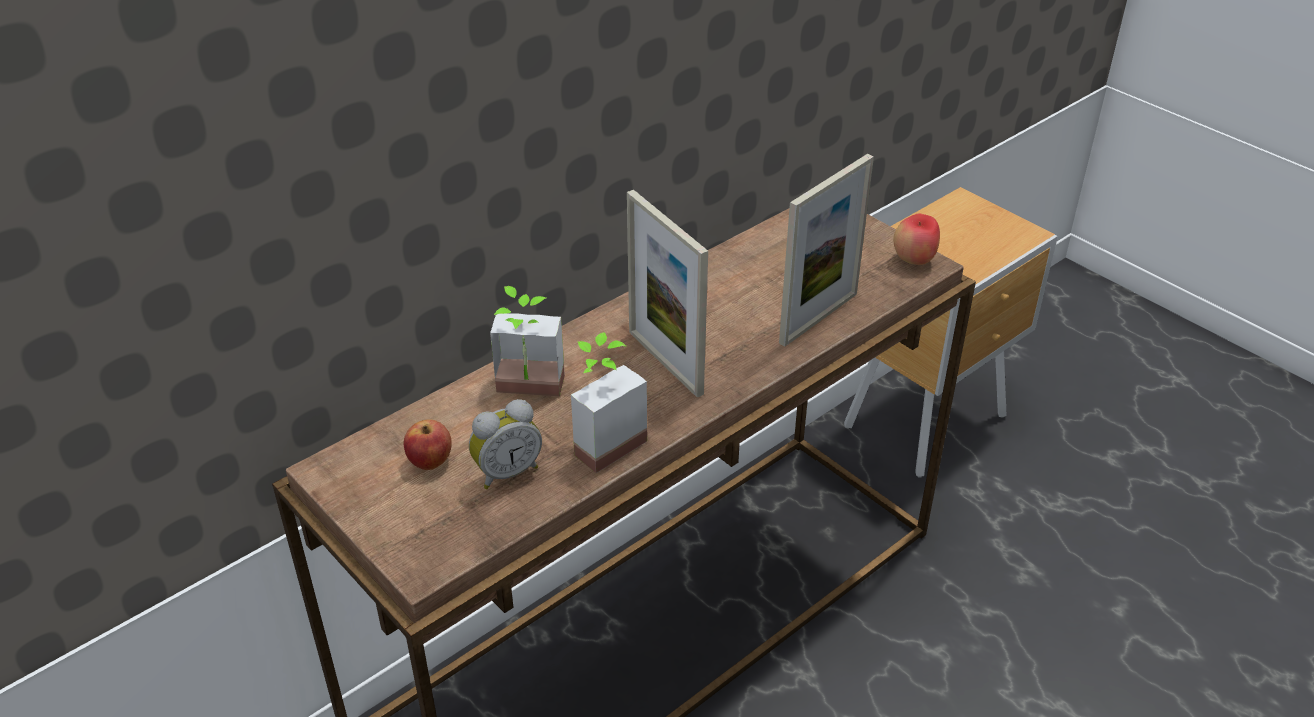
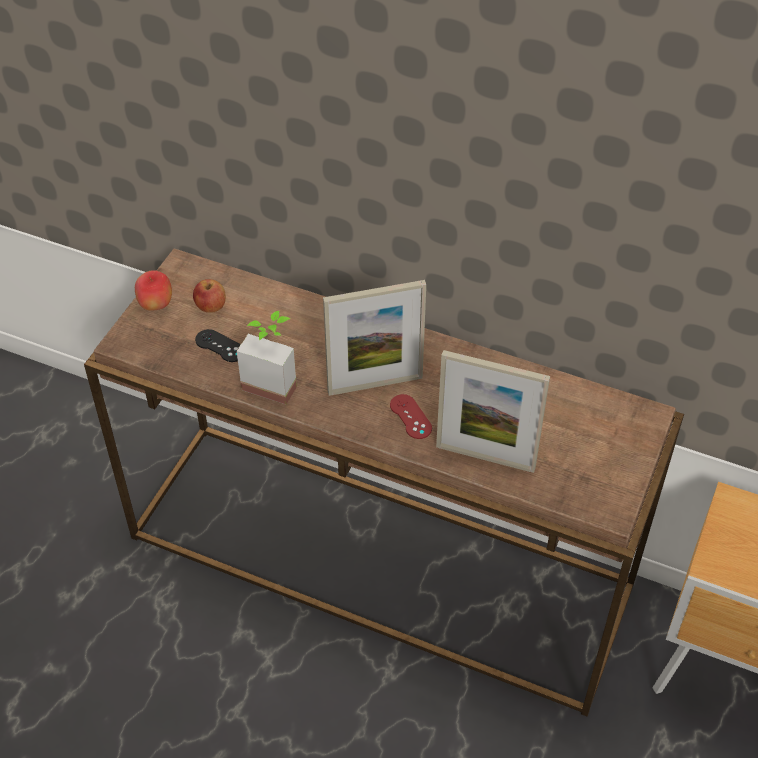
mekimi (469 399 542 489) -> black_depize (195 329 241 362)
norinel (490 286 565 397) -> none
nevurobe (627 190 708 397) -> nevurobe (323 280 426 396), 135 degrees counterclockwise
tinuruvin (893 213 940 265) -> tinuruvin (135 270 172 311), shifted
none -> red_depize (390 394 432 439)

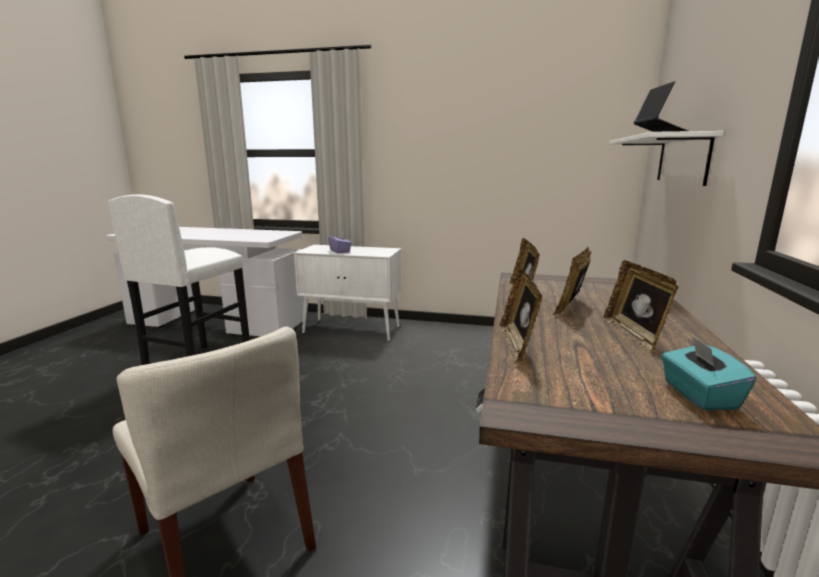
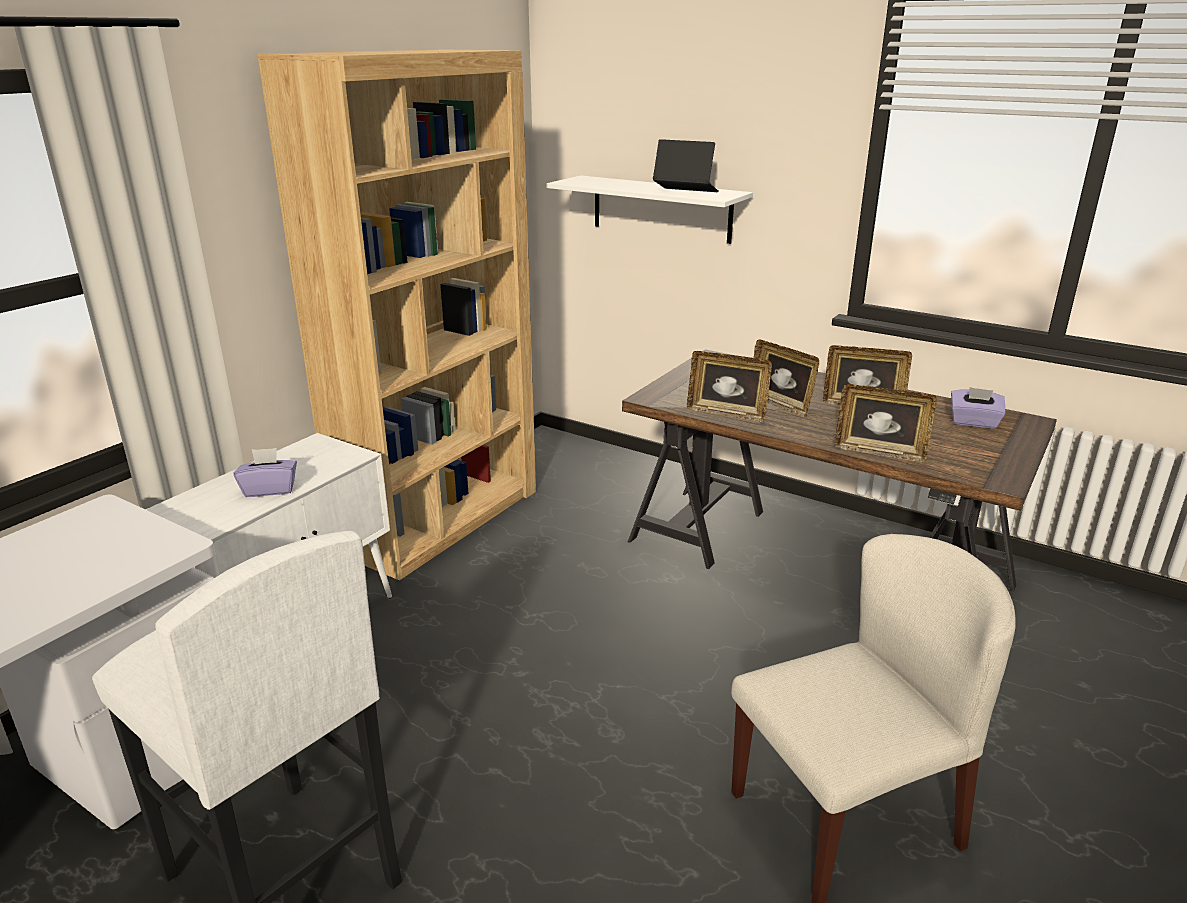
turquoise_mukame (661 336 756 410) -> purple_mukame (951 387 1006 429)
none -> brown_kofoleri (257 49 536 580)

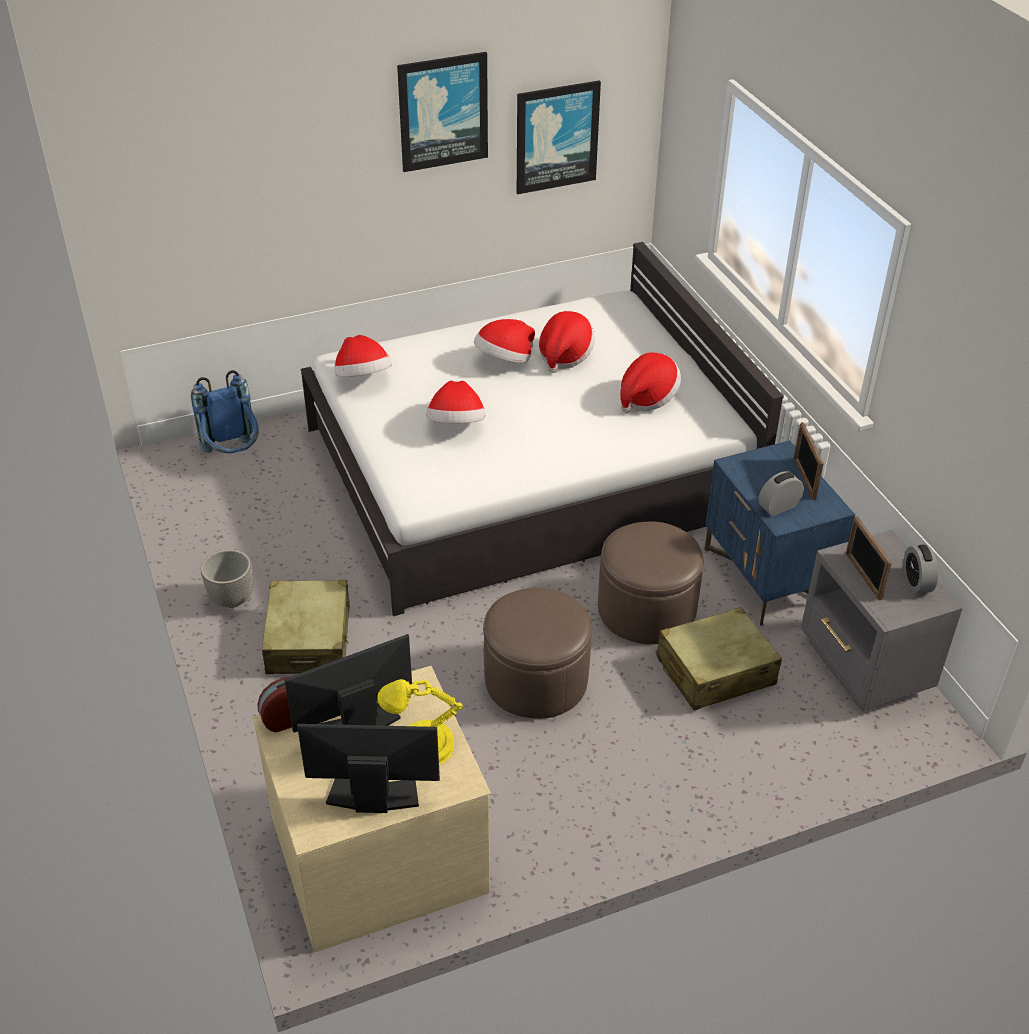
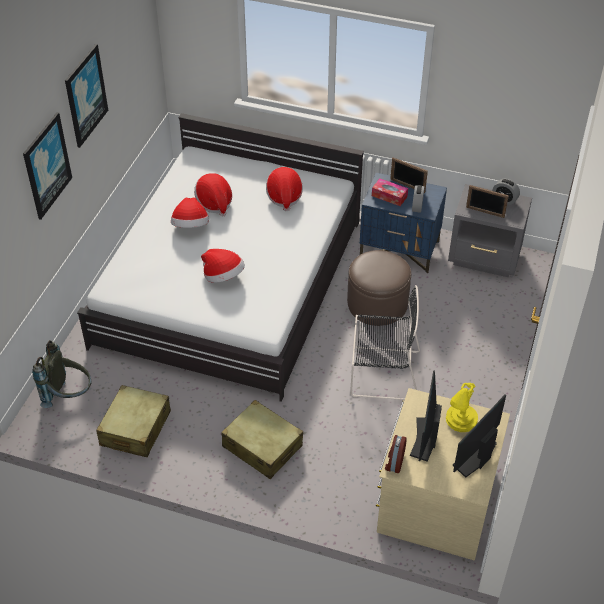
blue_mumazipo (191 370 259 453) -> grey_mumazipo (32 340 92 408)
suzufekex (201 549 253 608) -> none
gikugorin (335 335 391 377) -> none
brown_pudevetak (483 588 592 719) -> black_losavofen (350 285 420 400)
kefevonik (517 80 601 194) -> kefevonik (23 112 72 220), shifted
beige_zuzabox (656 607 782 710) -> beige_zuzabox (96 385 171 457), shifted
none -> mukame (372 178 408 206)

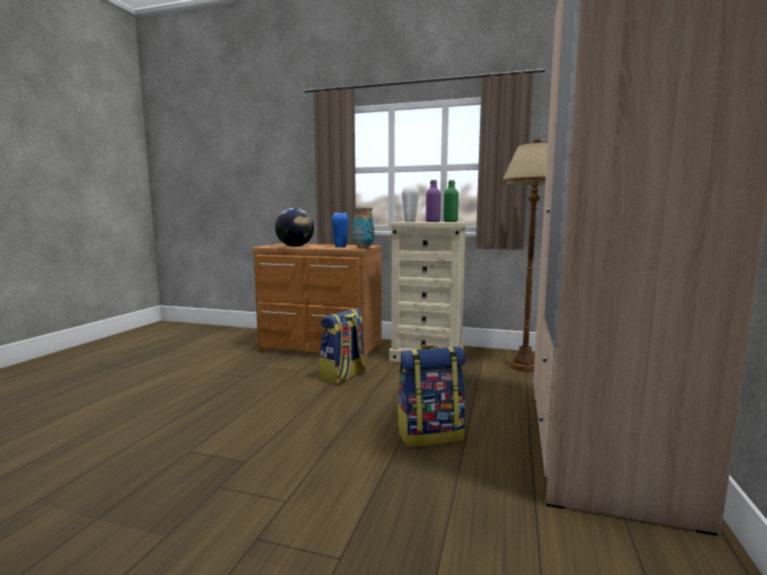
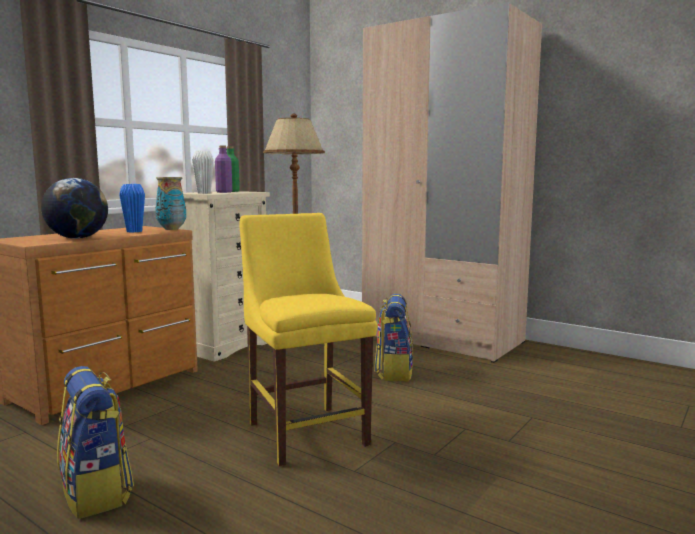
mumazipo (319 309 366 384) -> mumazipo (57 366 134 519), shifted
none -> yellow_losavofen (239 213 377 466)

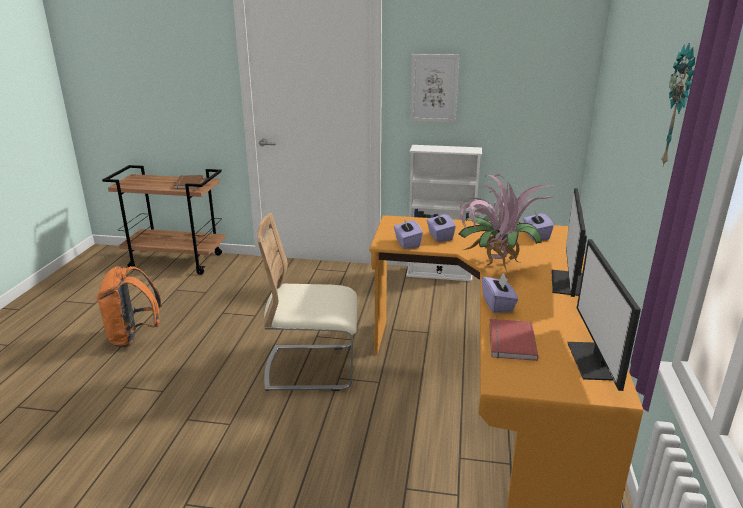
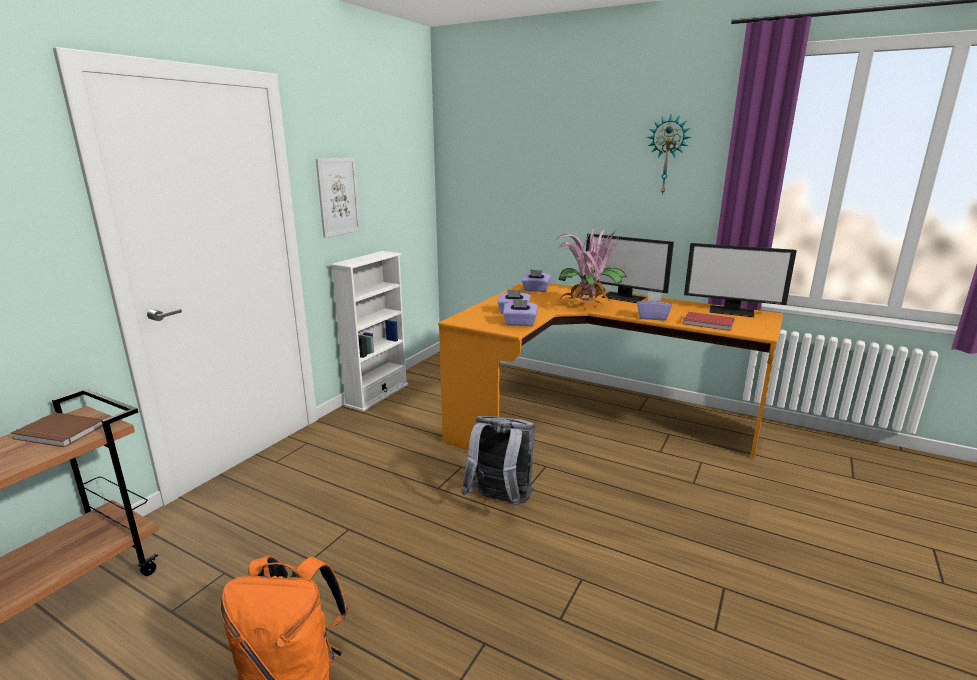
beige_losavofen (258 213 357 391) -> grey_mumazipo (462 416 535 507)

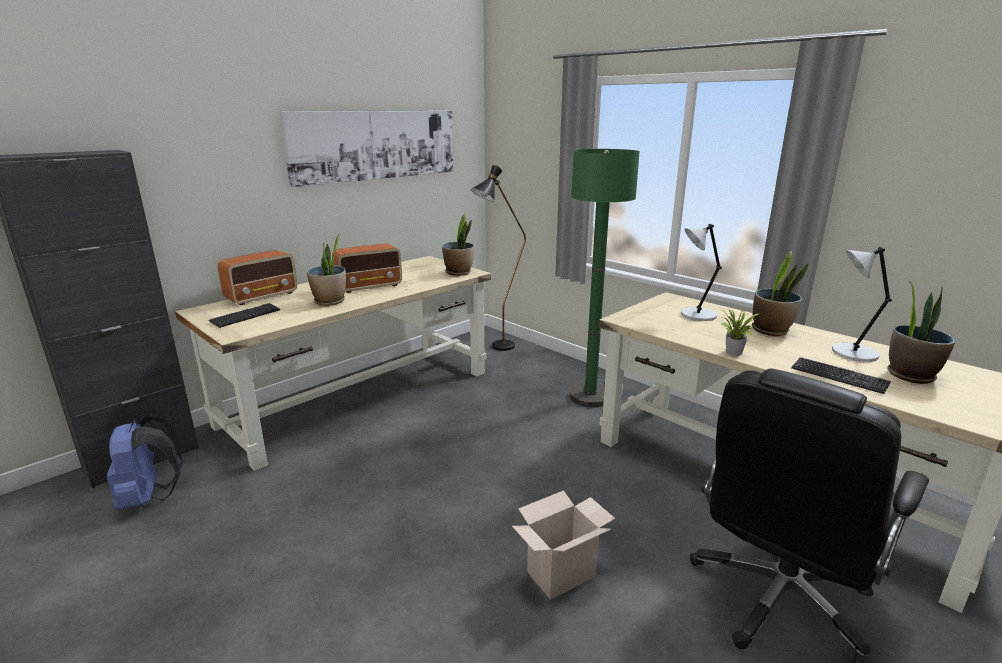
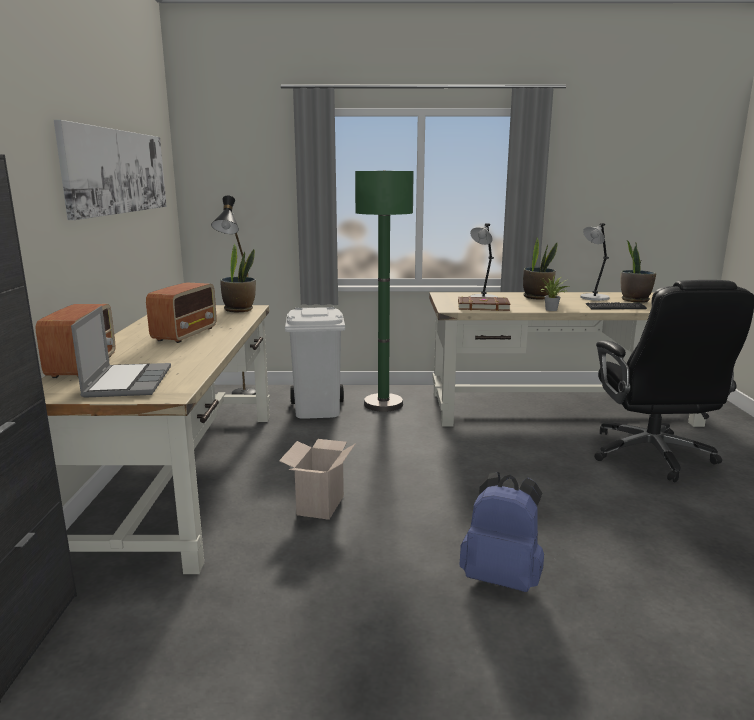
blue_mumazipo (107 414 183 510) -> blue_mumazipo (459 472 544 592), shifted
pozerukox (209 303 280 328) -> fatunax (71 306 171 398)
norinel (307 234 346 306) -> none
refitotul (512 490 615 600) -> refitotul (279 439 355 520), shifted
none -> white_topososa (285 307 345 419)
none -> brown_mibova (458 297 510 311)

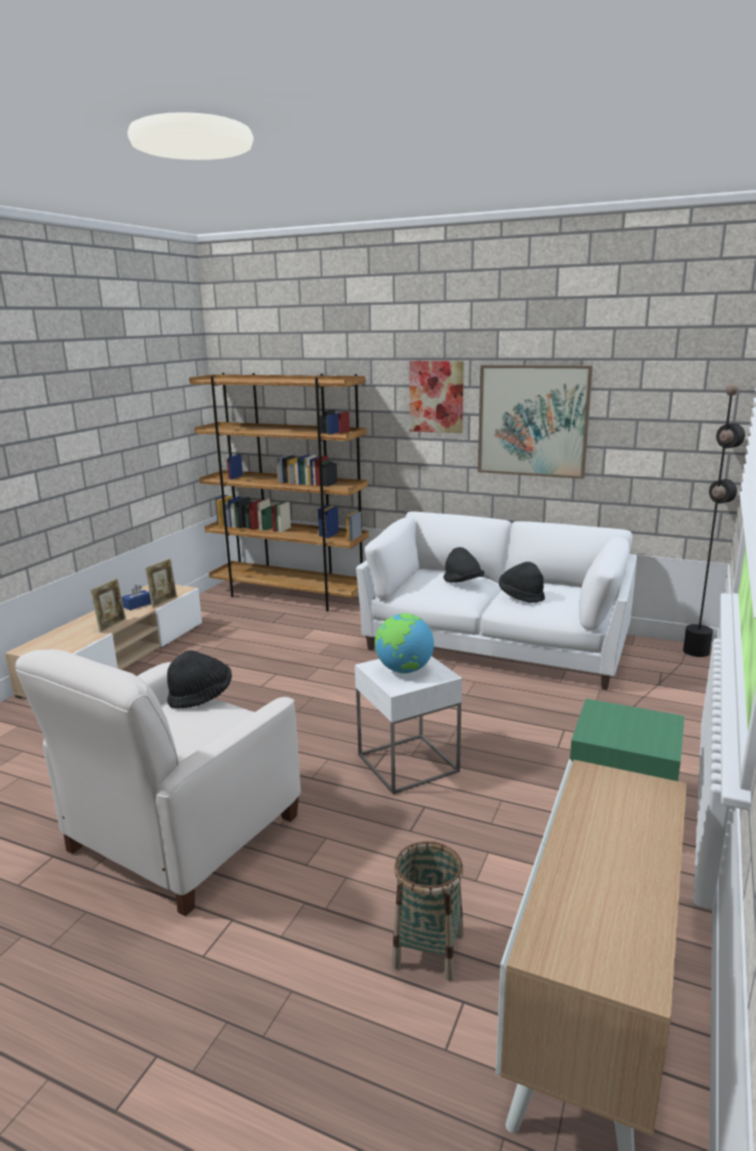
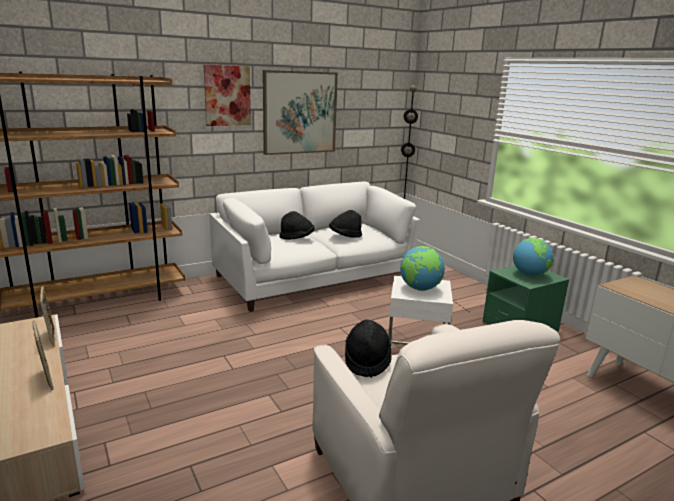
blue_mukame (121 585 151 610) -> none
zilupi (392 841 464 981) -> none
none -> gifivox (513 238 554 276)

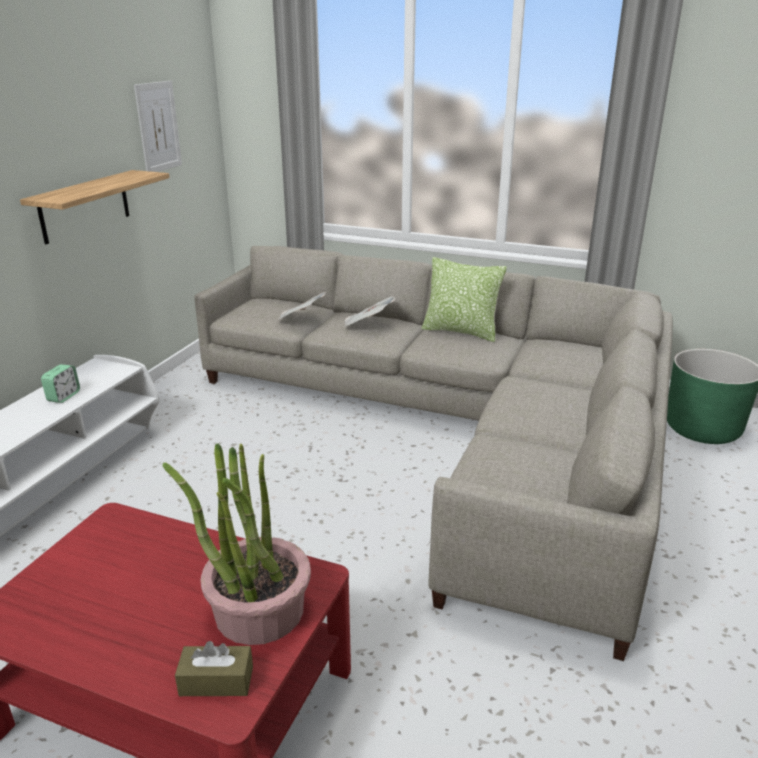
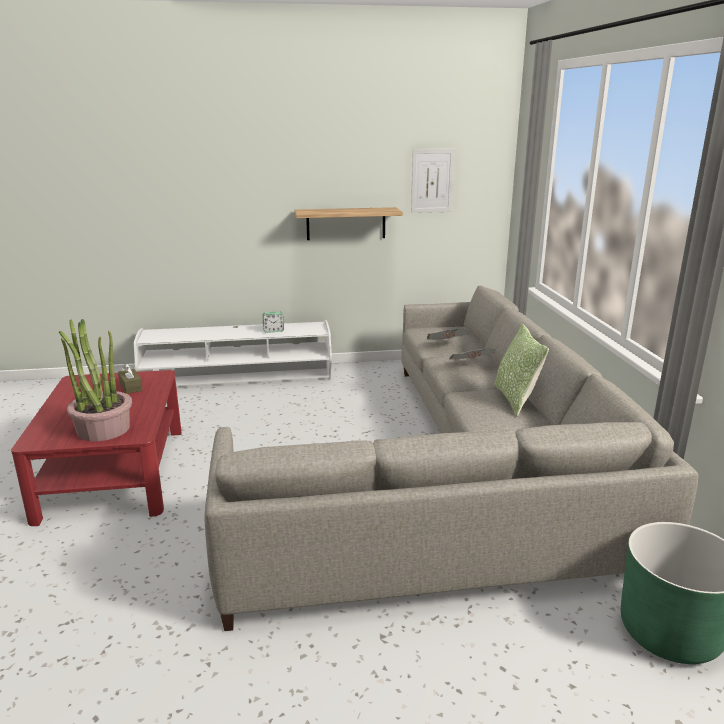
brown_mukame (175 641 253 696) -> brown_mukame (118 363 143 394), shifted

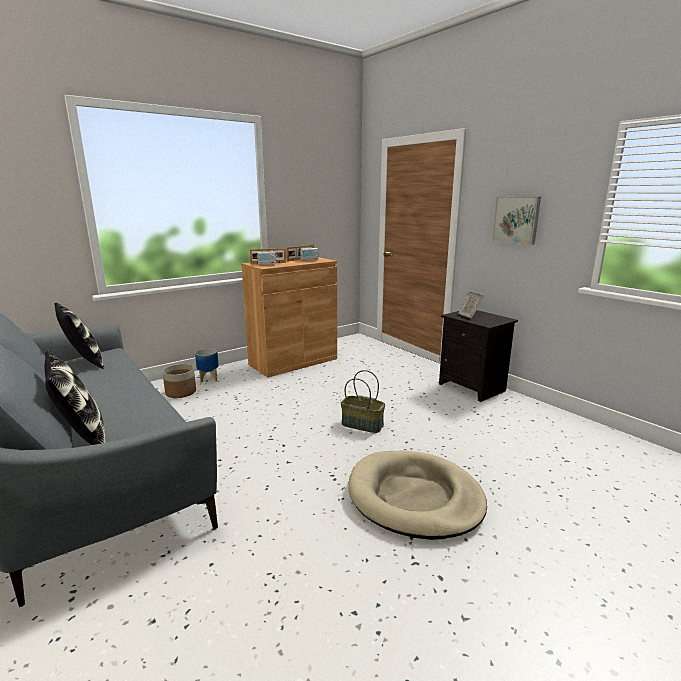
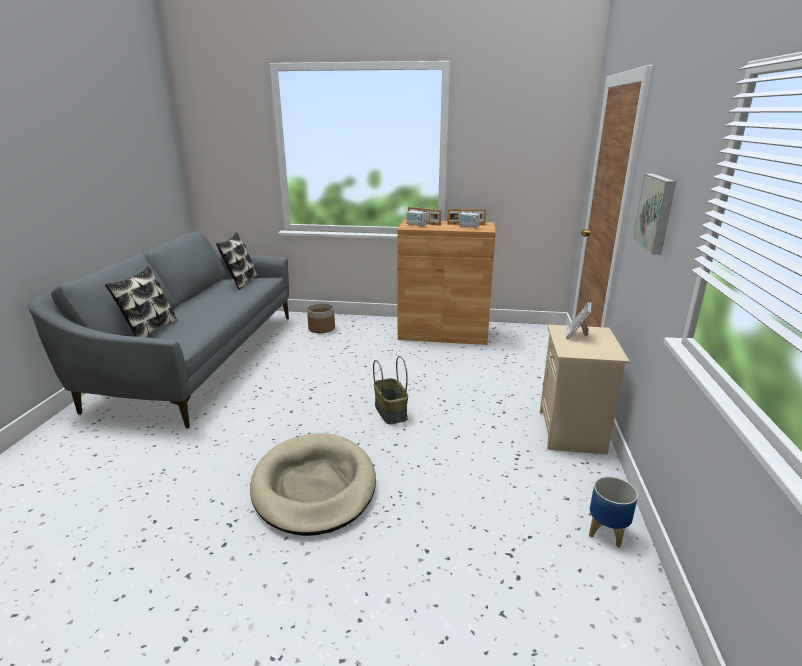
suzufekex (195 348 219 383) -> suzufekex (589 476 638 548), shifted
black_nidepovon (439 310 518 402) -> beige_nidepovon (540 325 630 455)

